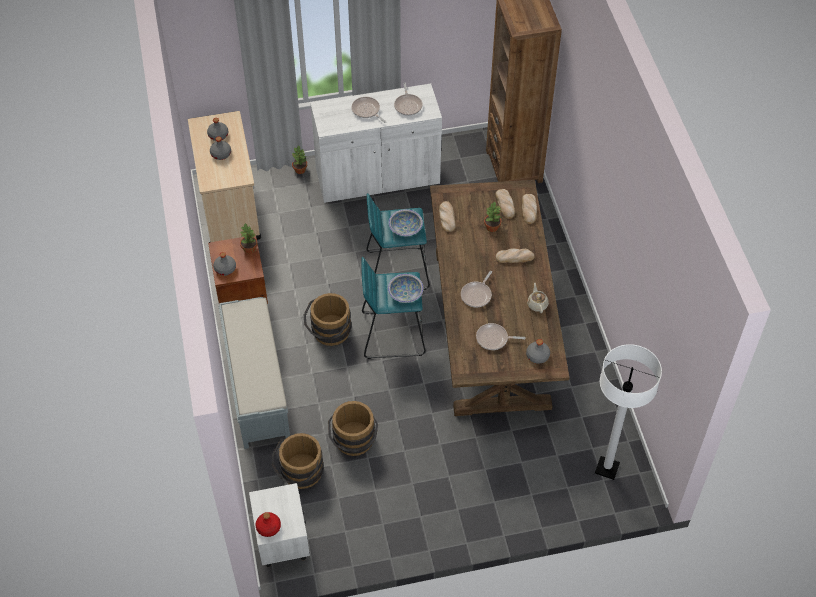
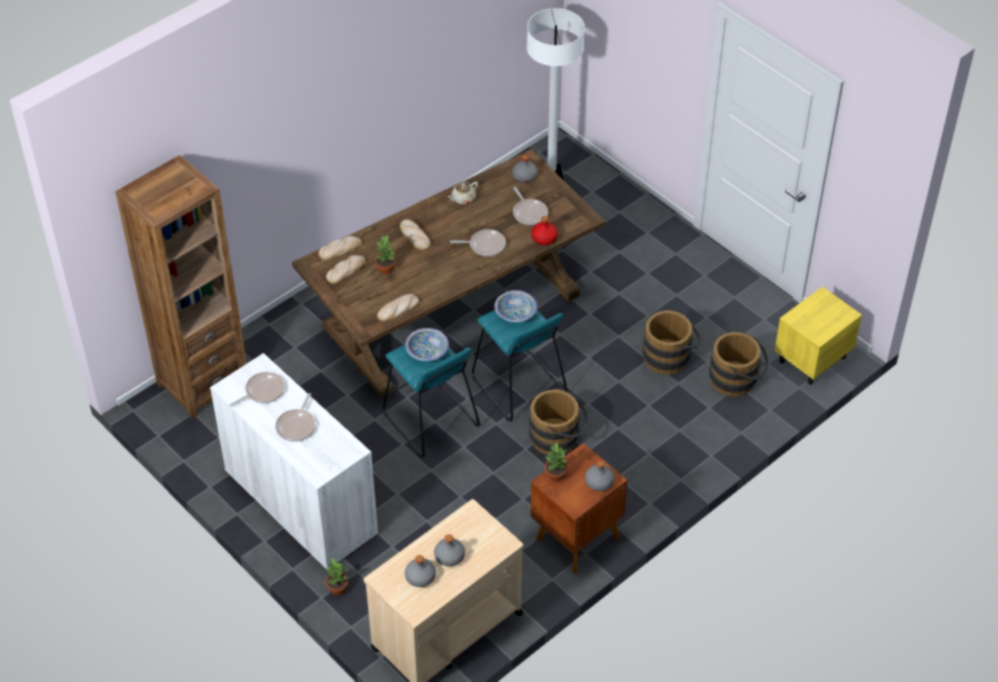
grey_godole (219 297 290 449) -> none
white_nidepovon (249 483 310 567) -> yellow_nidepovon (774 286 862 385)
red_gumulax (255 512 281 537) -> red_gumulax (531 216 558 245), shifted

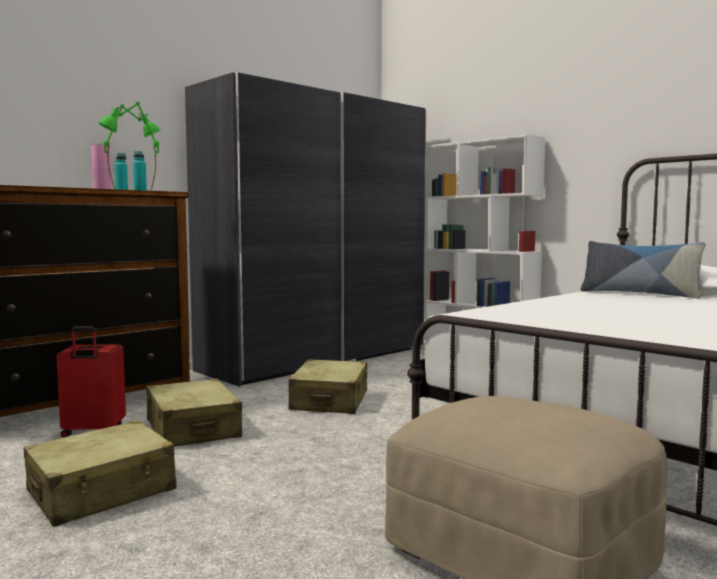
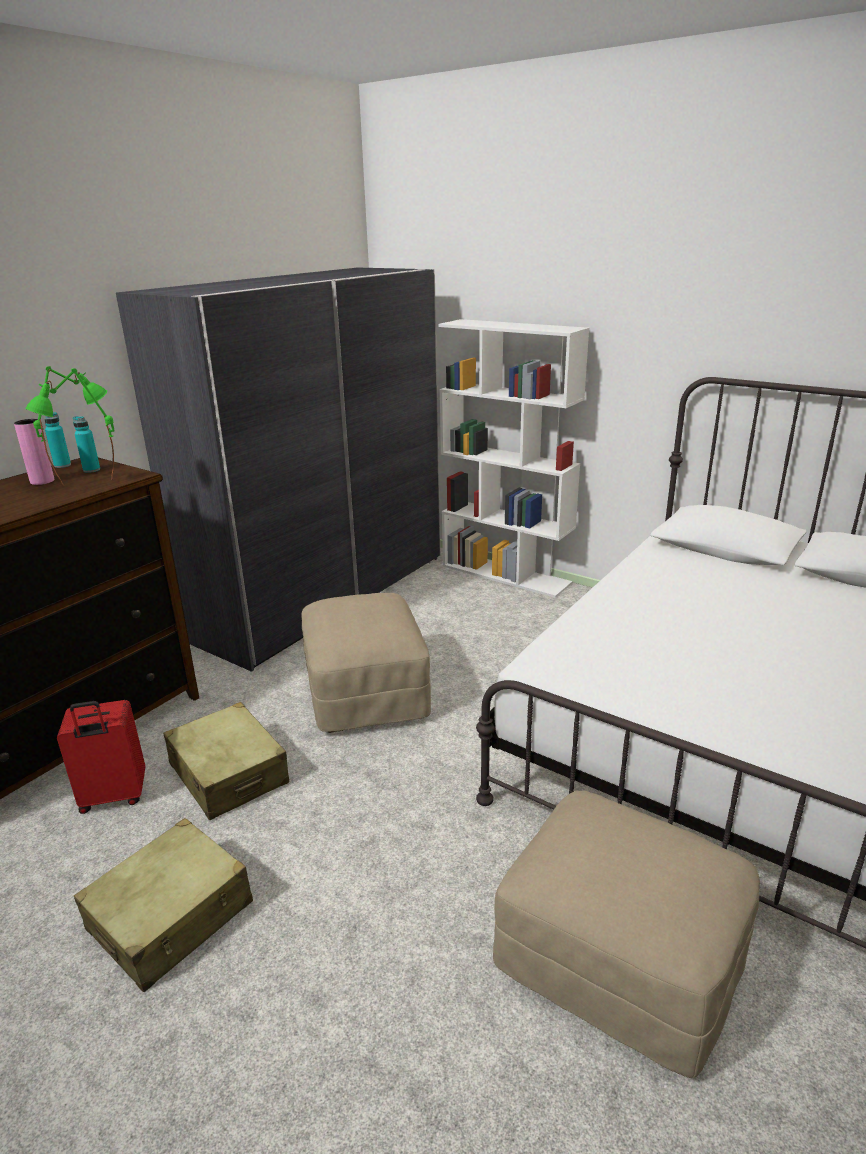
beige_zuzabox (288 359 367 414) -> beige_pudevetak (301 593 431 733)
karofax (581 241 705 299) -> none

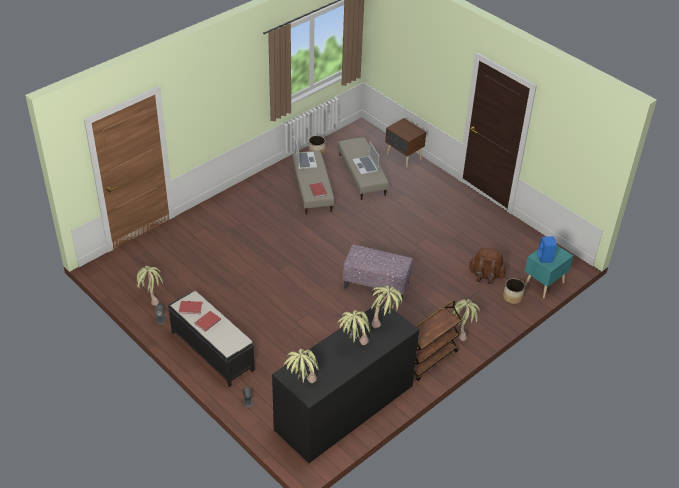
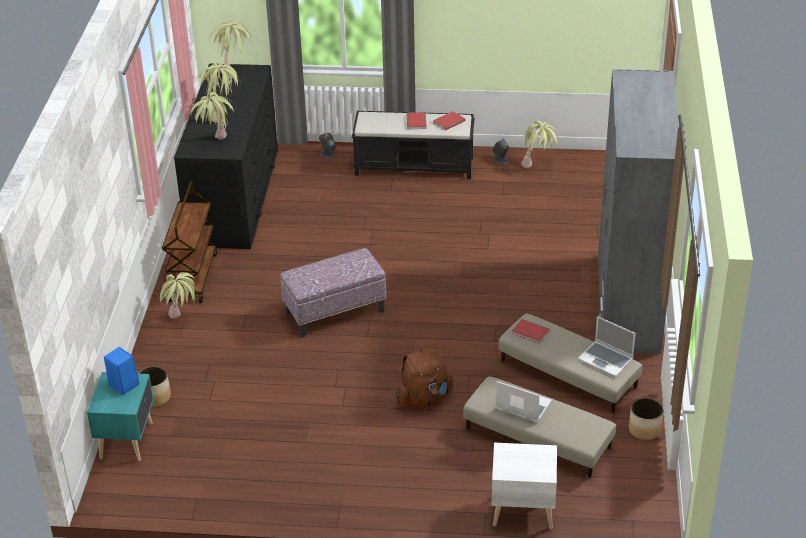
brown_nidepovon (385 118 426 168) -> white_nidepovon (492 443 557 529)
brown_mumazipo (469 248 506 284) -> brown_mumazipo (396 348 453 409), shifted
none -> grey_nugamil (598 69 679 354)

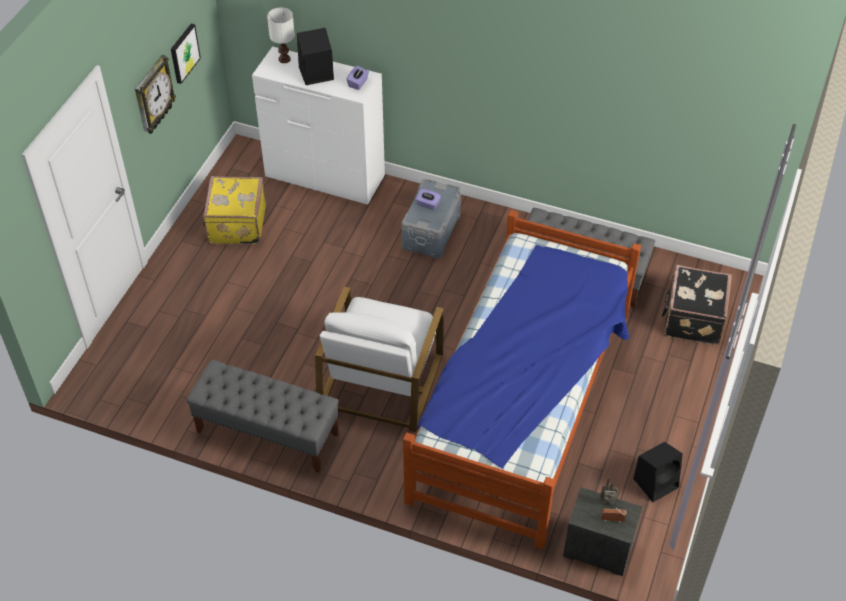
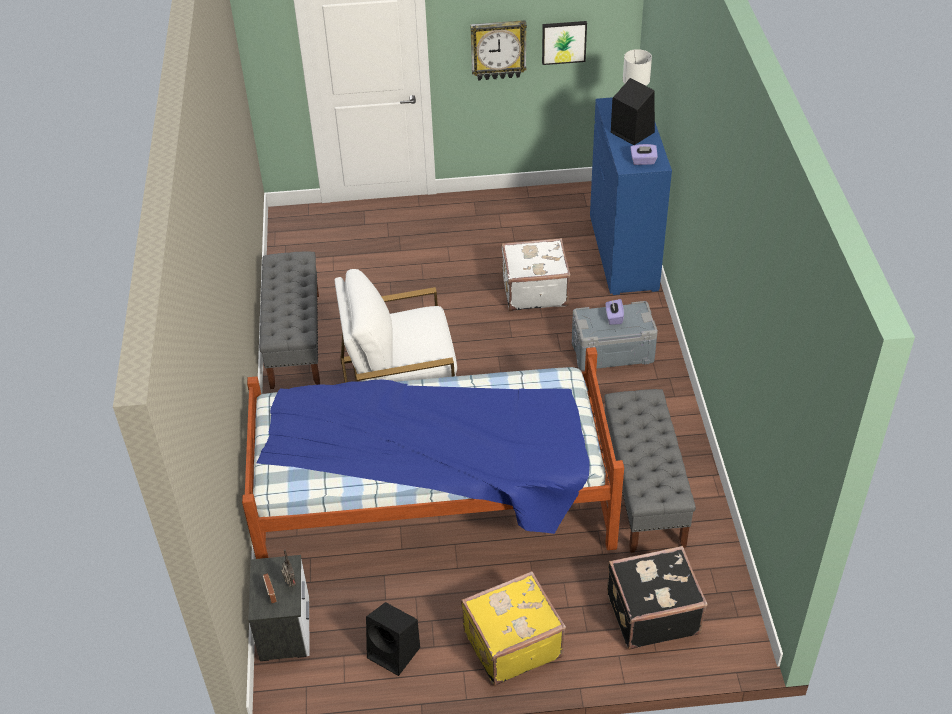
yellow_zuzabox (203 176 266 245) -> yellow_zuzabox (461 571 566 686), shifted
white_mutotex (252 46 385 205) -> blue_mutotex (590 97 672 295)
none -> white_zuzabox (501 238 571 311)

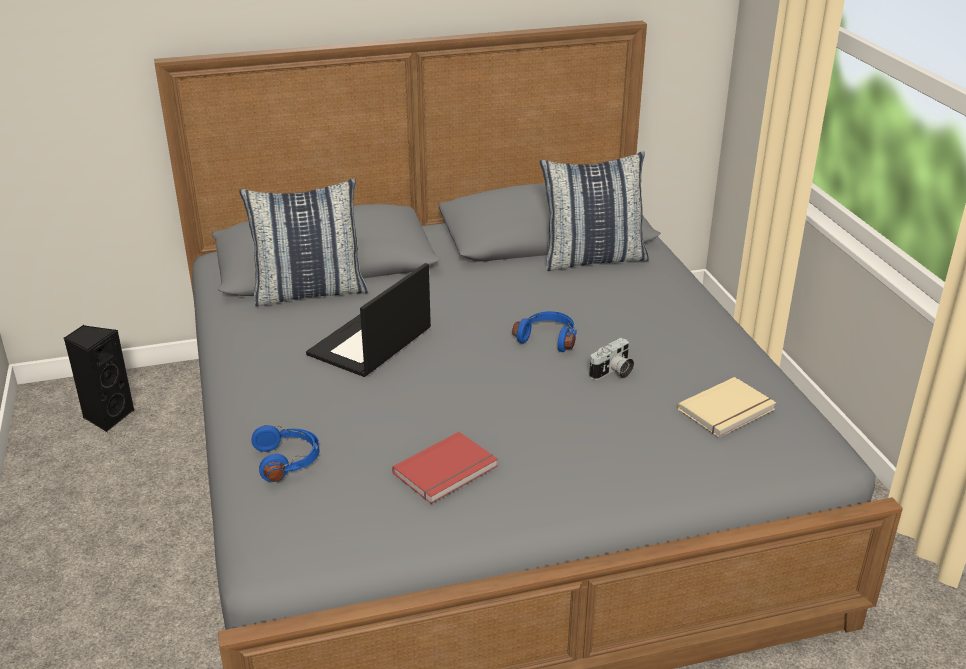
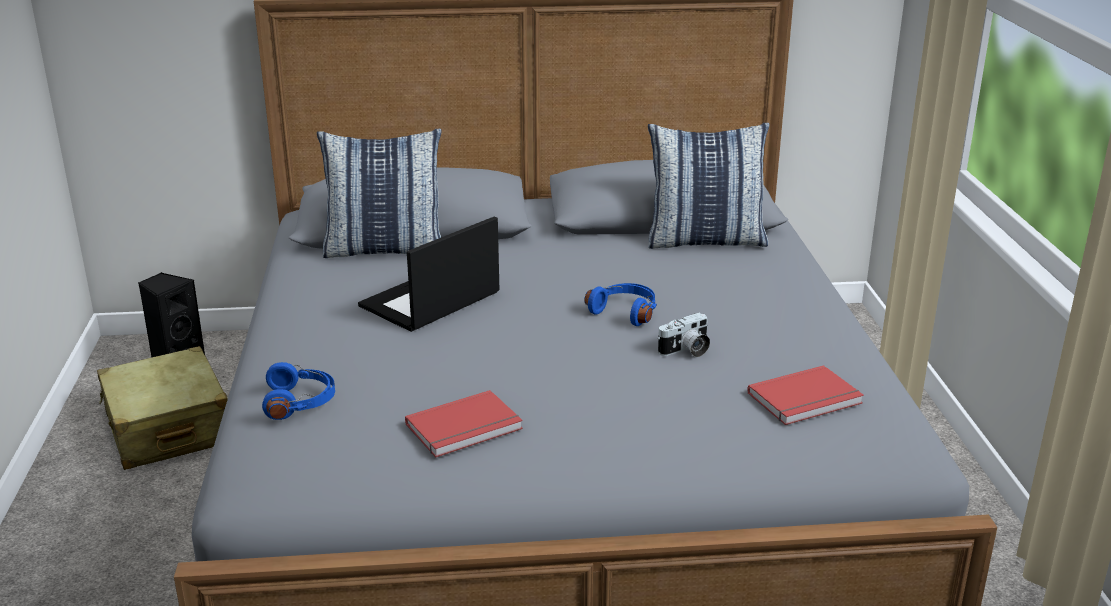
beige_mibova (678 377 776 437) -> red_mibova (747 365 864 425)
none -> beige_zuzabox (97 346 228 470)

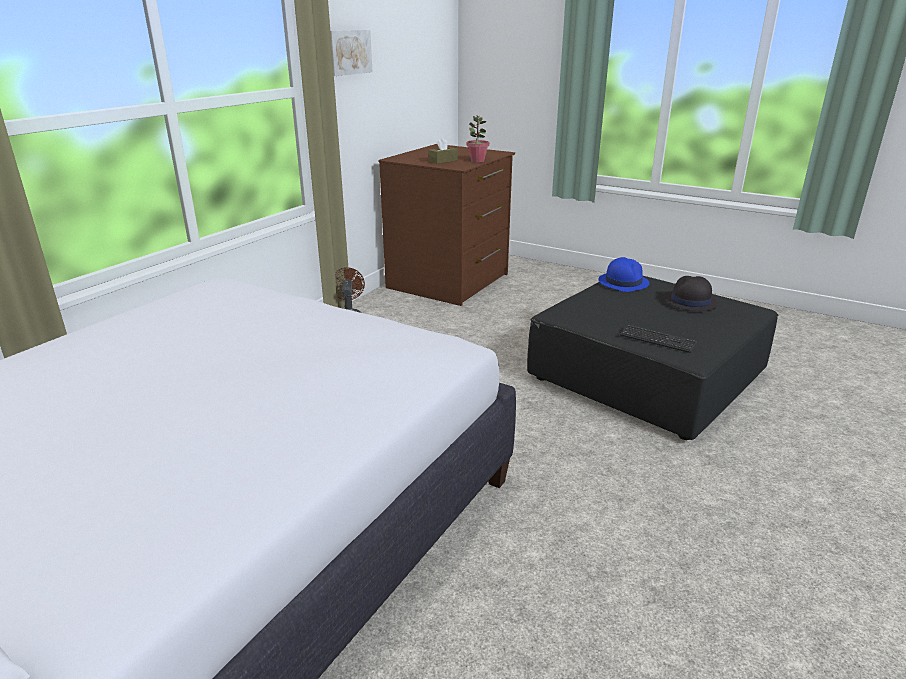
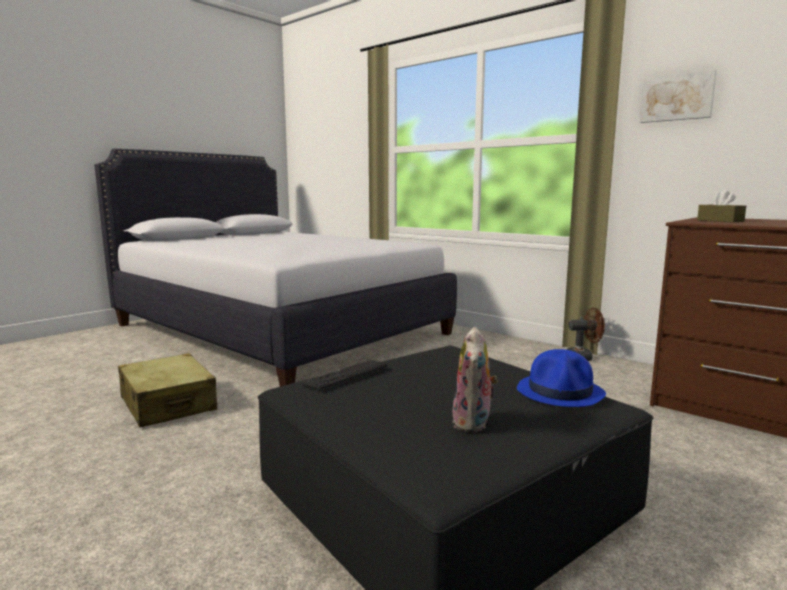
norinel (467 115 489 162) -> none
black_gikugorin (663 276 719 311) -> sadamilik (452 327 498 433)
none -> beige_zuzabox (118 353 217 427)

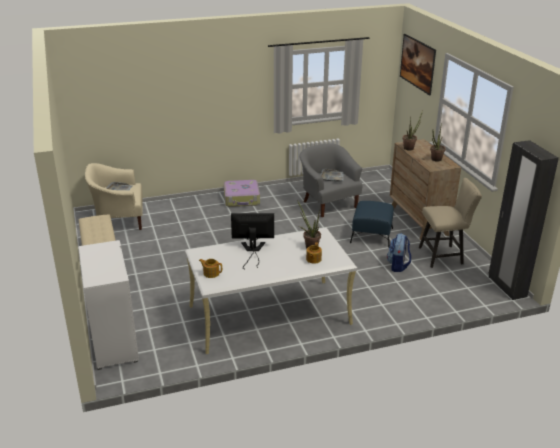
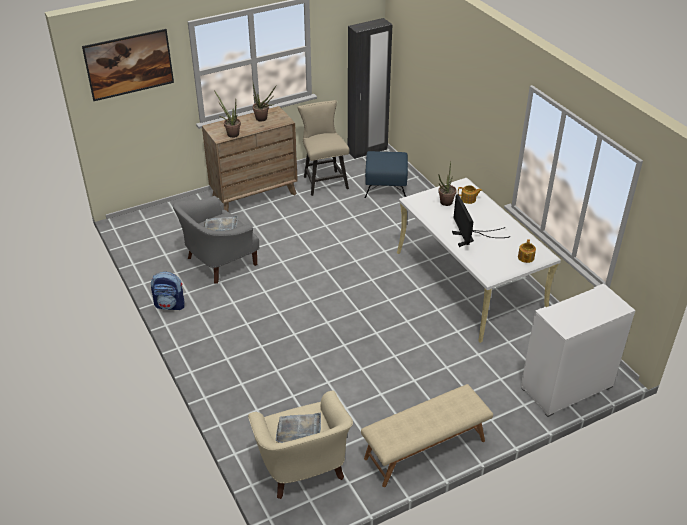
zuzabox (224 180 260 207) -> none
blue_pudevetak (350 201 394 248) -> blue_pudevetak (365 151 408 198), shifted
mumazipo (387 233 411 272) -> mumazipo (151 272 185 310), shifted

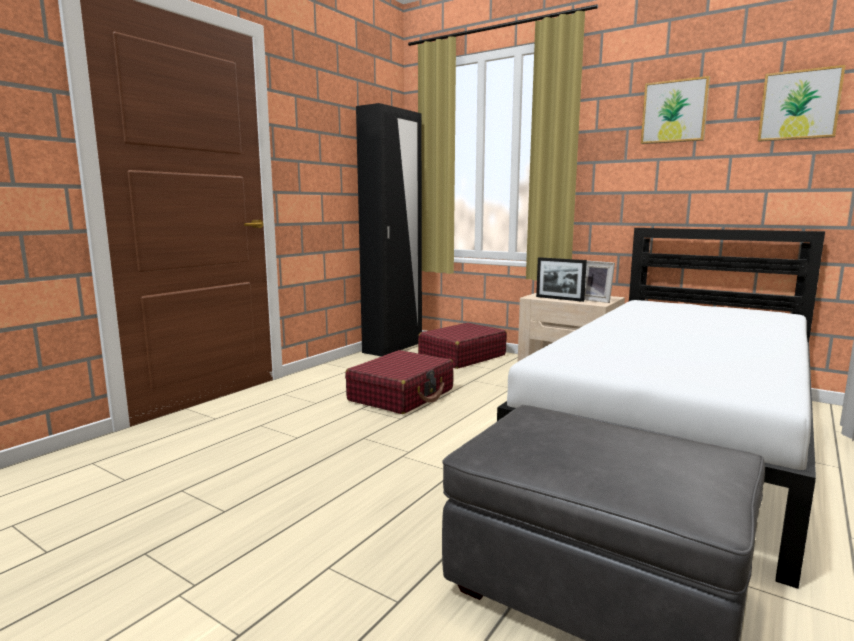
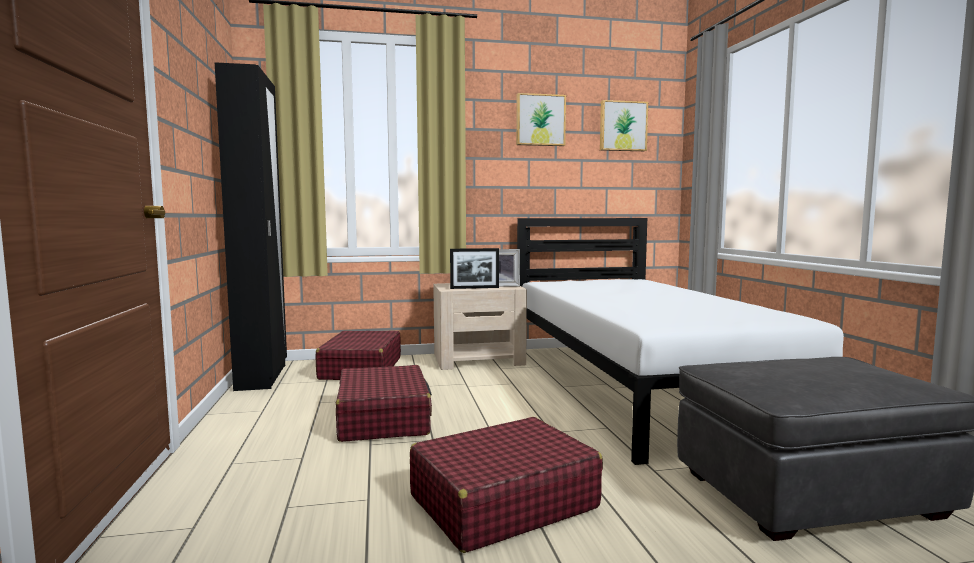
none -> red_zuzabox (410 417 603 553)

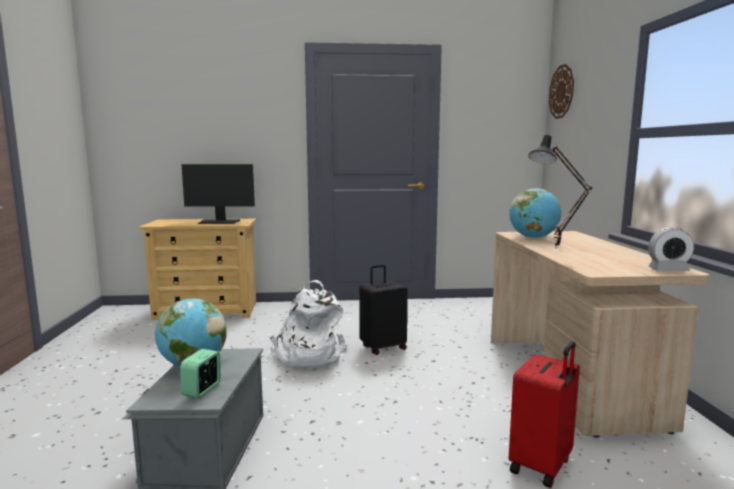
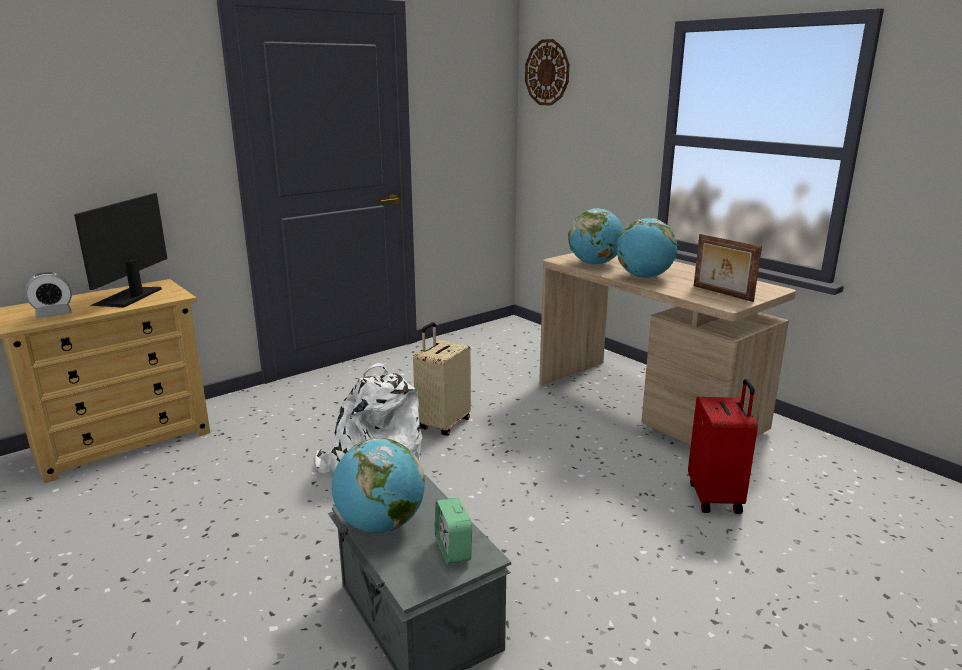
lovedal (181 164 255 224) -> lovedal (74 193 167 308), 135 degrees clockwise
black_zuzabox (359 264 408 355) -> beige_zuzabox (413 322 471 436)
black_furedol (528 135 593 246) -> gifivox (616 218 678 278)
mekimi (648 227 694 271) -> mekimi (25 272 72 318), shifted
none -> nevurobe (694 234 762 302)

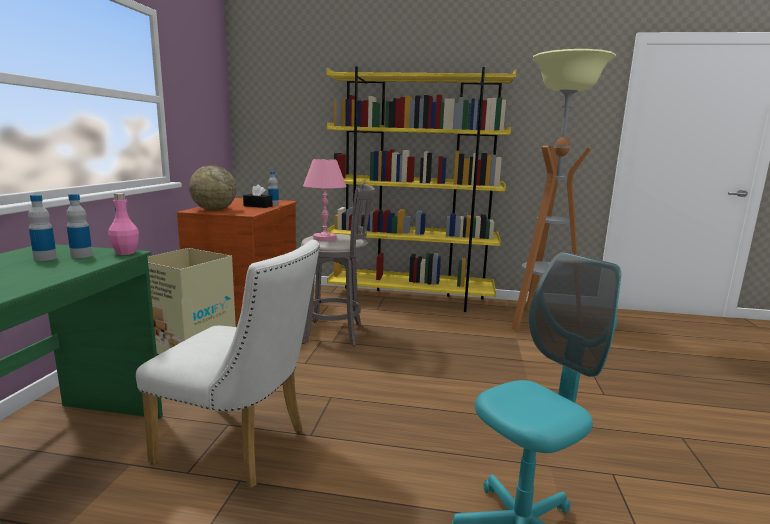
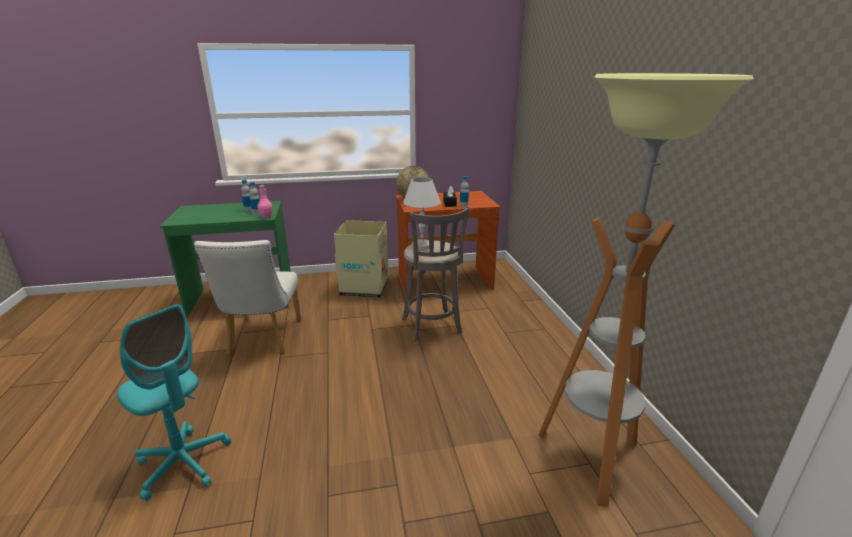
pink_furedol (303 159 347 241) -> white_furedol (403 177 441 250)
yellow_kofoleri (327 66 516 312) -> none

